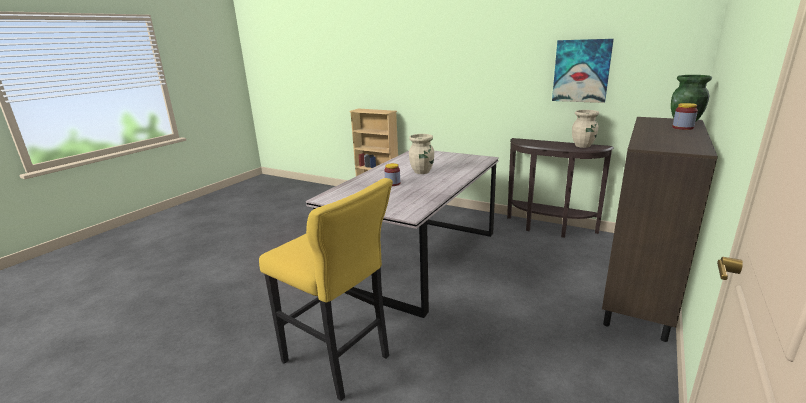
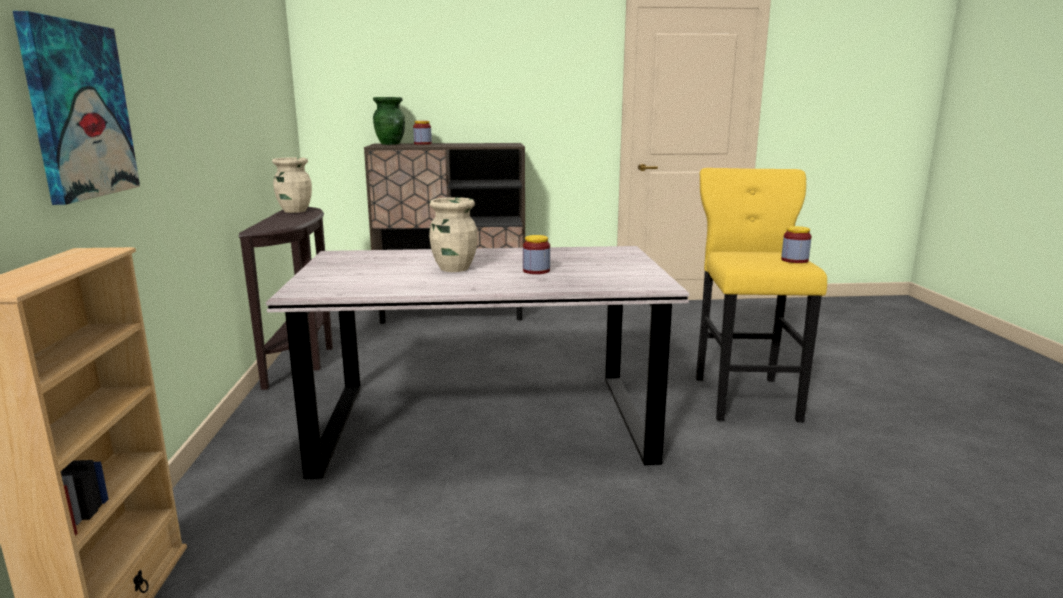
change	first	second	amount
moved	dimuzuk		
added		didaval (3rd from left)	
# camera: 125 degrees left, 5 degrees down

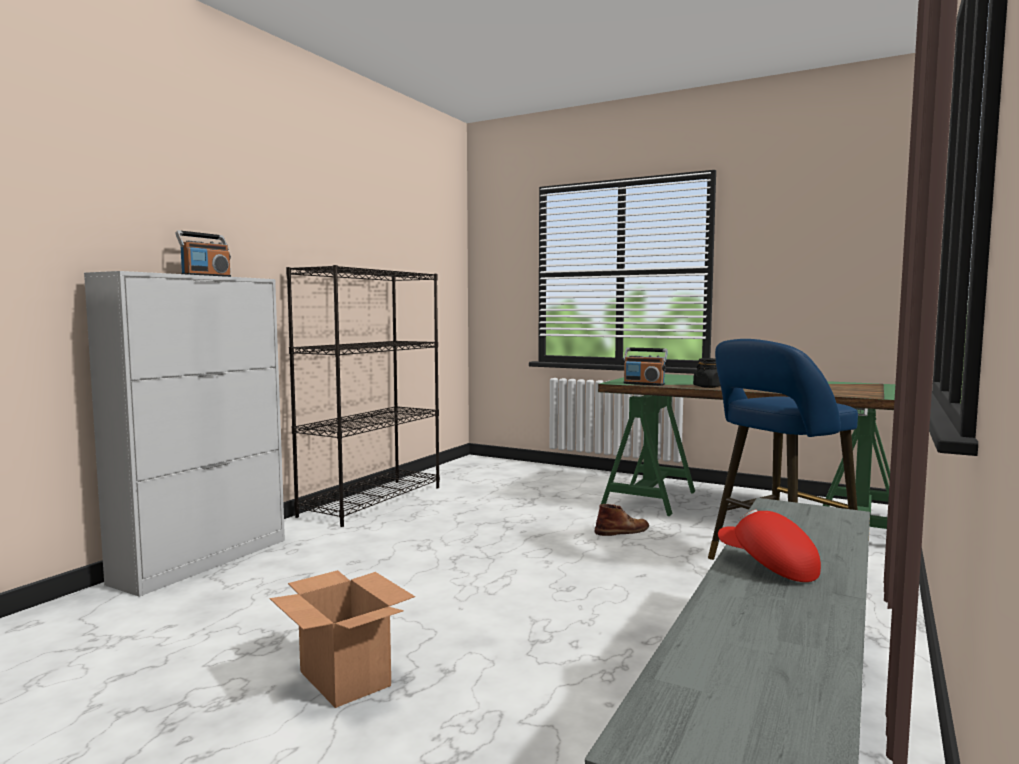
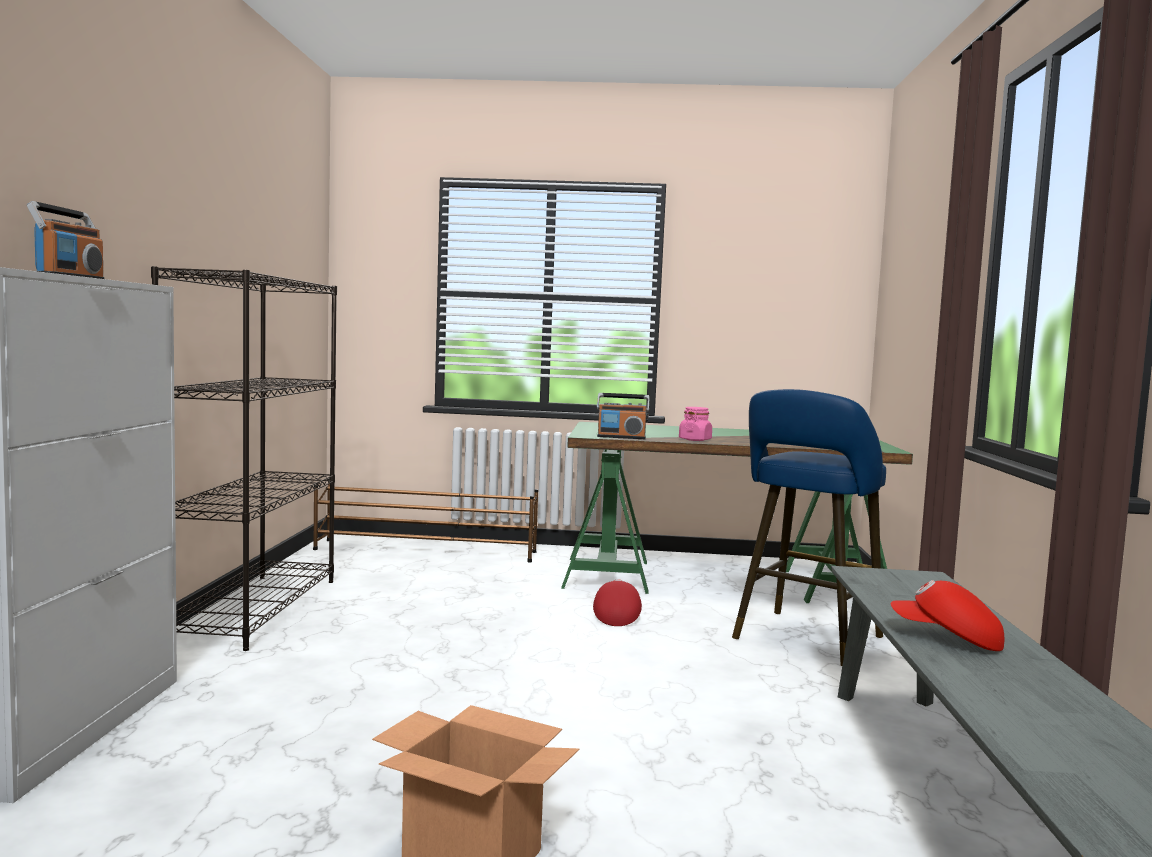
change	first	second	amount
added		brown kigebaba	
replaced	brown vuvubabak	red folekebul (1st from left)	
recoloured	black didaval	pink didaval	
# camera: 25 degrees left, 0 degrees up

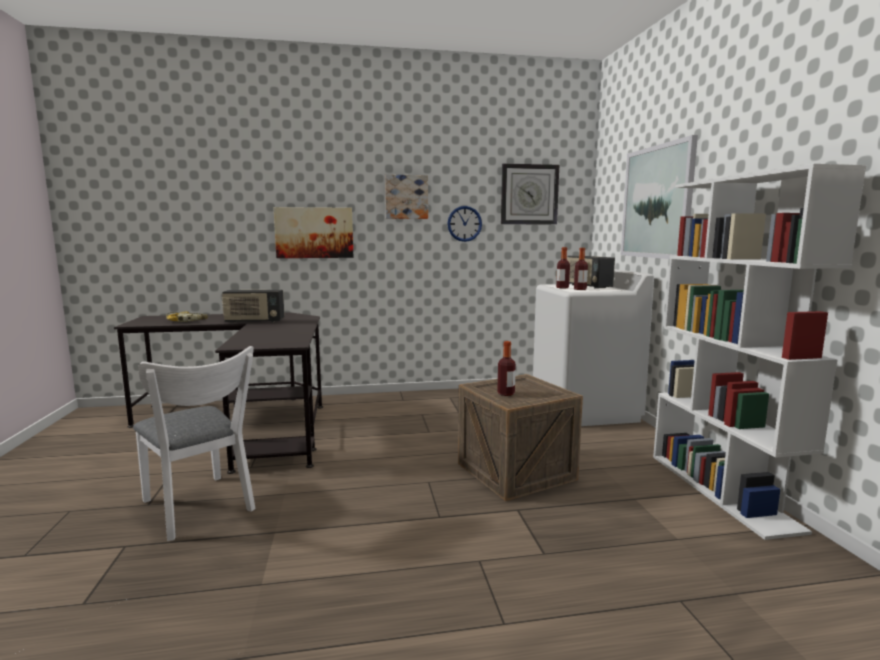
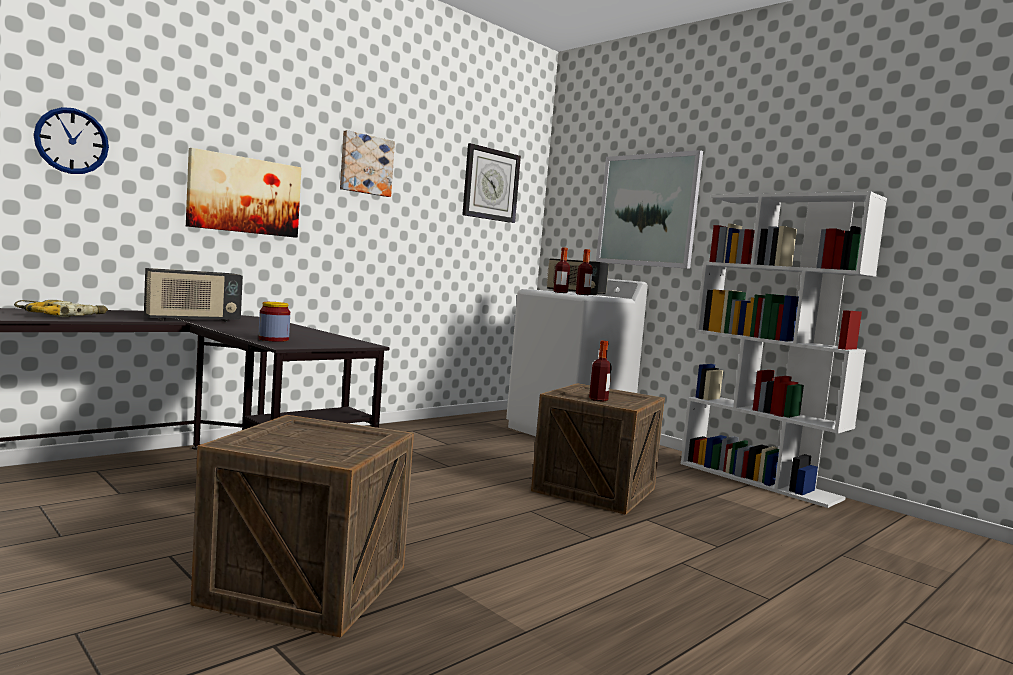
change	first	second	amount
moved	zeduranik (1st from left)		
replaced	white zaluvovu	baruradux (1st from left)	
added		didaval	
# camera: 35 degrees left, 5 degrees down

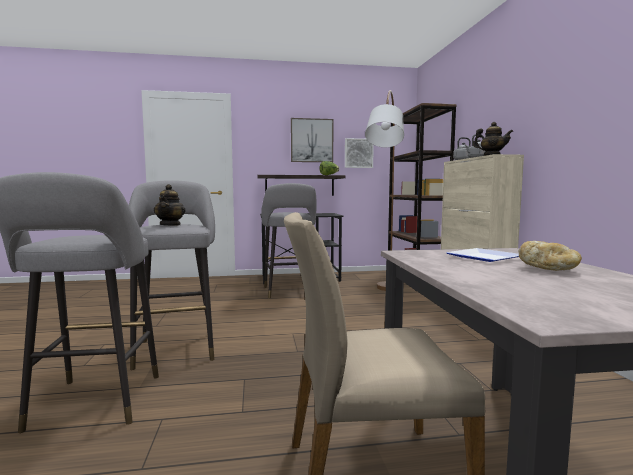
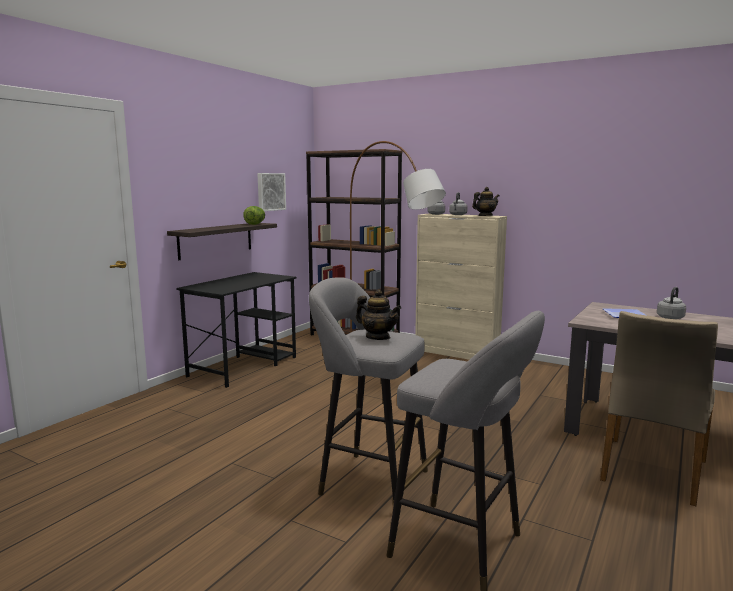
change	first	second	amount
replaced	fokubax	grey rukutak (3rd from left)	
removed	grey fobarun (3rd from left)		
removed	dimuzuk (1st from left)		
# camera: 50 degrees left, 5 degrees up

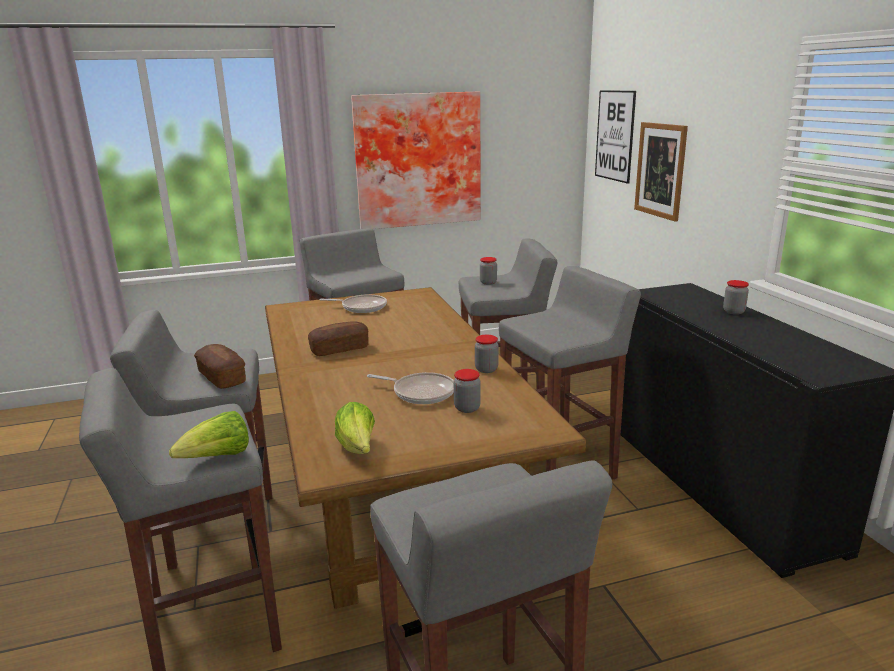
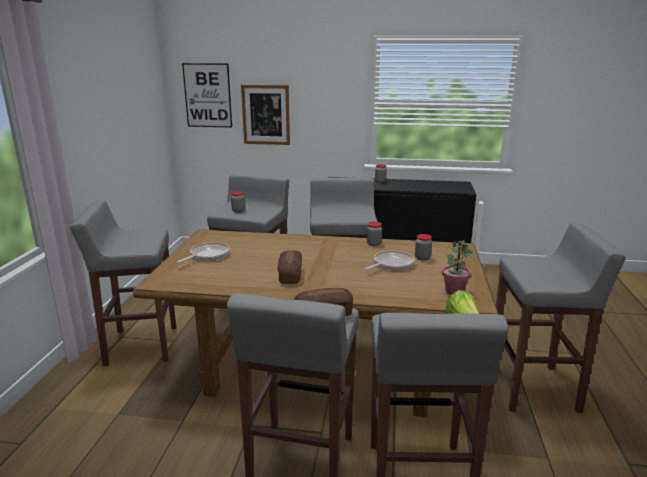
change	first	second	amount
replaced	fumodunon (2nd from left)	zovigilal	
removed	dimuzuk (1st from left)		
# camera: 65 degrees left, 0 degrees up

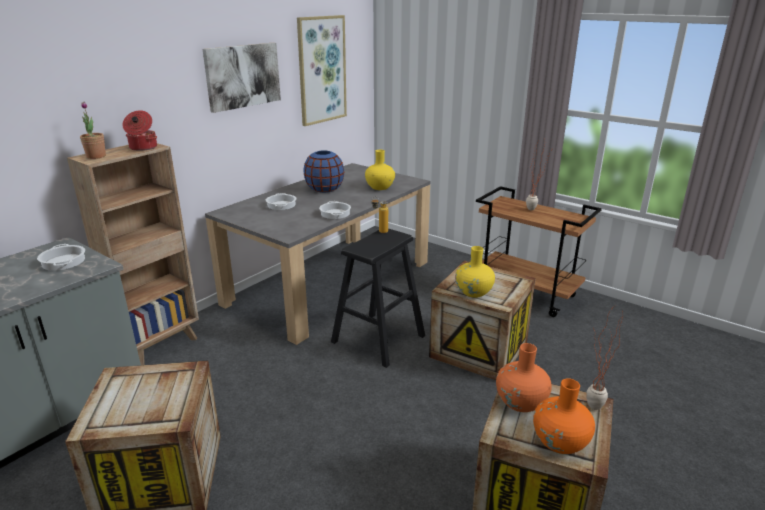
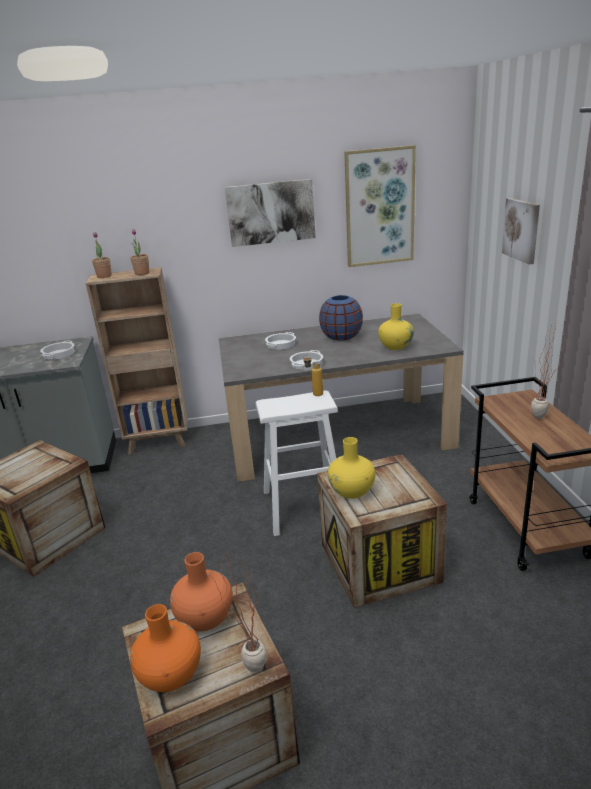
change	first	second	amount
replaced	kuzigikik (2nd from left)	zovigilal (2nd from left)	
recoloured	black fobarun	white fobarun	
added		dimuzuk (3rd from left)	
# camera: 45 degrees right, 0 degrees up

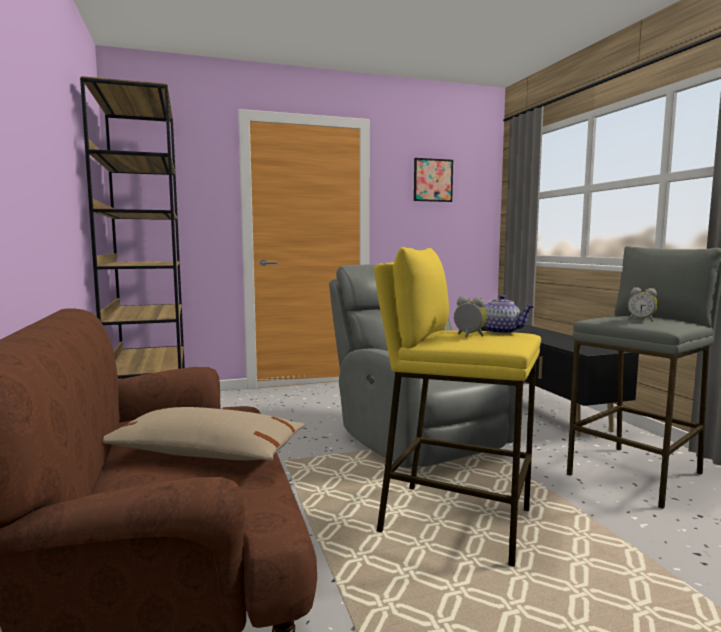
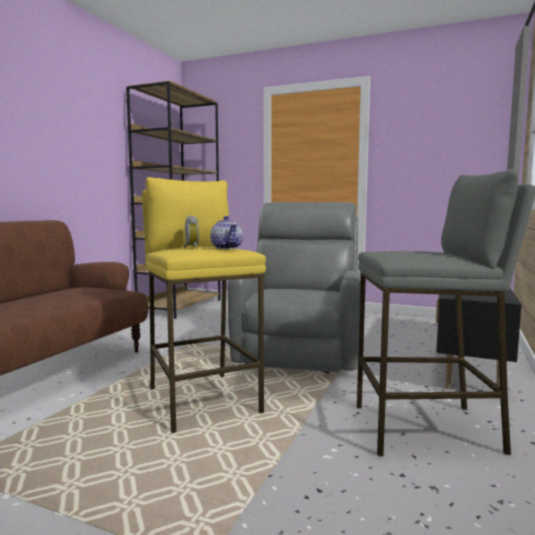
change	first	second	amount
removed	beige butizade		
removed	dimuzuk		
removed	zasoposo (2nd from left)		
# camera: 40 degrees right, 0 degrees up

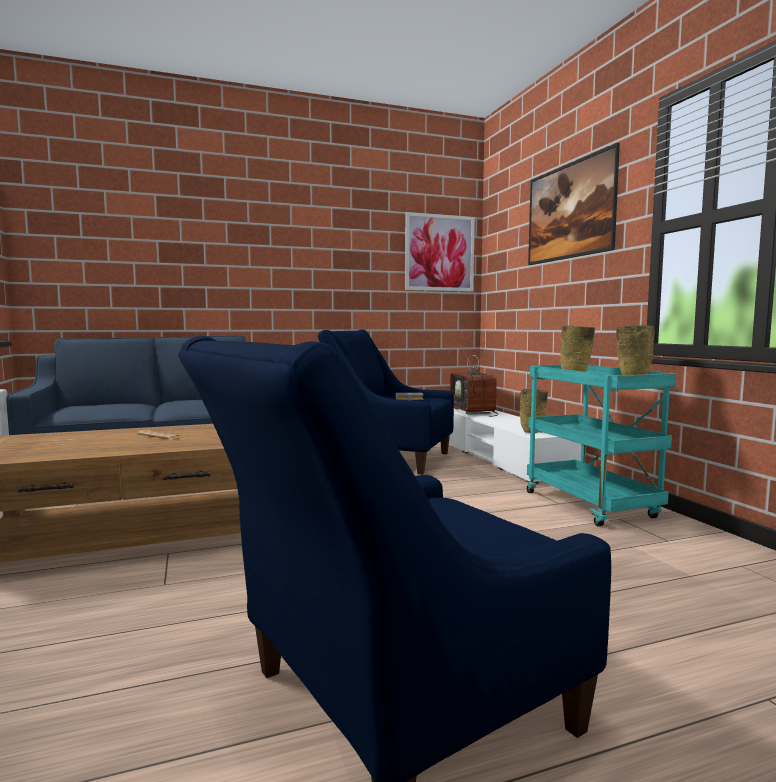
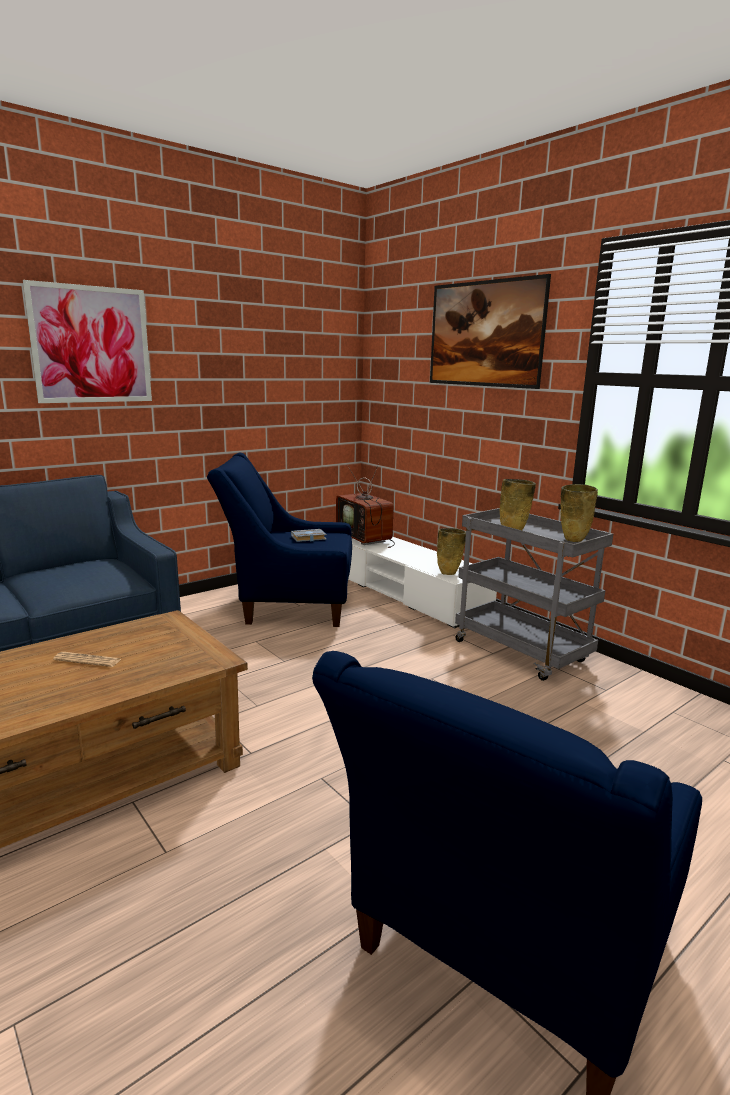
change	first	second	amount
moved	dimuzuk (1st from left)		
recoloured	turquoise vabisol	grey vabisol	
# camera: 20 degrees left, 10 degrees up

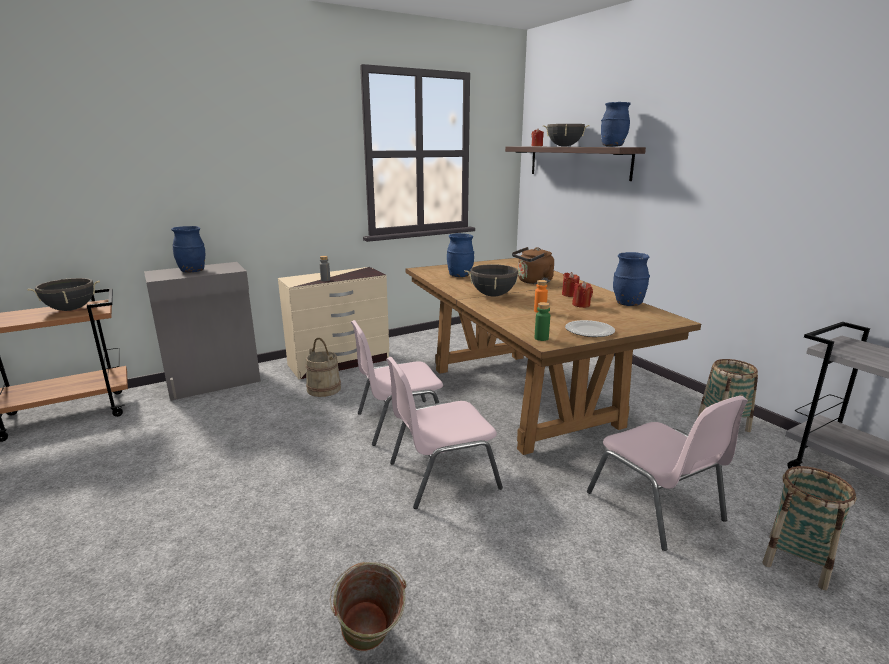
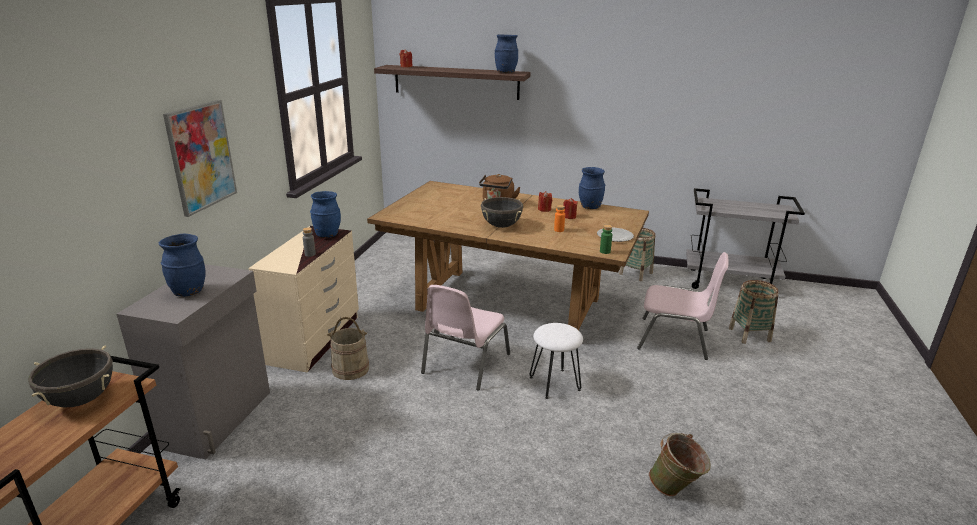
change	first	second	amount
added		dimuzuk	
moved	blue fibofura (2nd from left)		
replaced	pink zaluvovu (2nd from left)	white fobarun	
removed	black kuzigikik (3rd from left)		
# camera: 45 degrees left, 5 degrees up

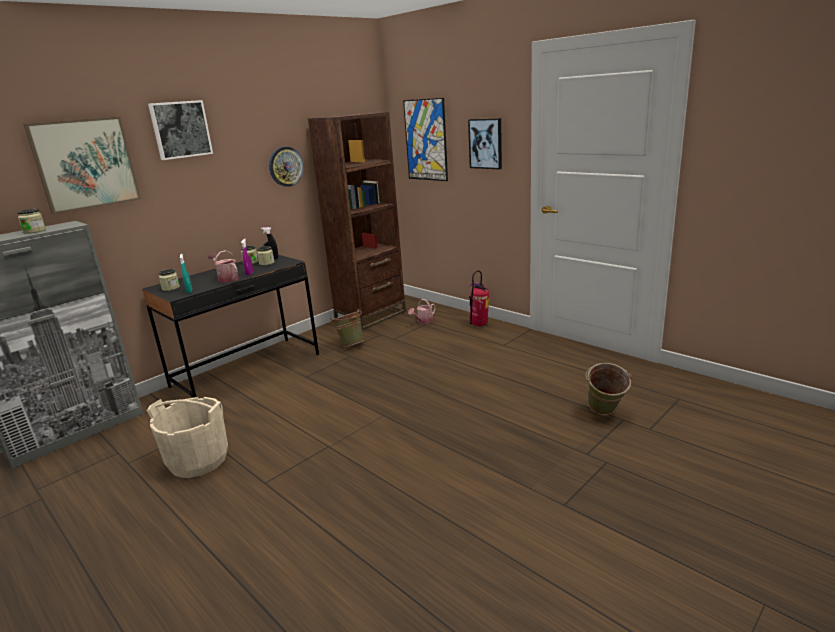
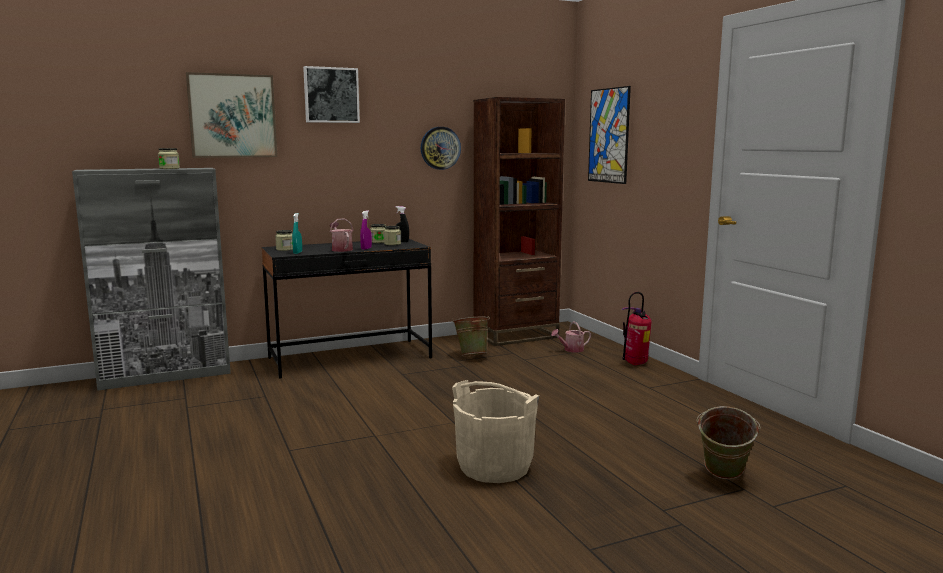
change	first	second	amount
moved	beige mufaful		
removed	dimuzuk (4th from left)		
# camera: 20 degrees right, 10 degrees down

